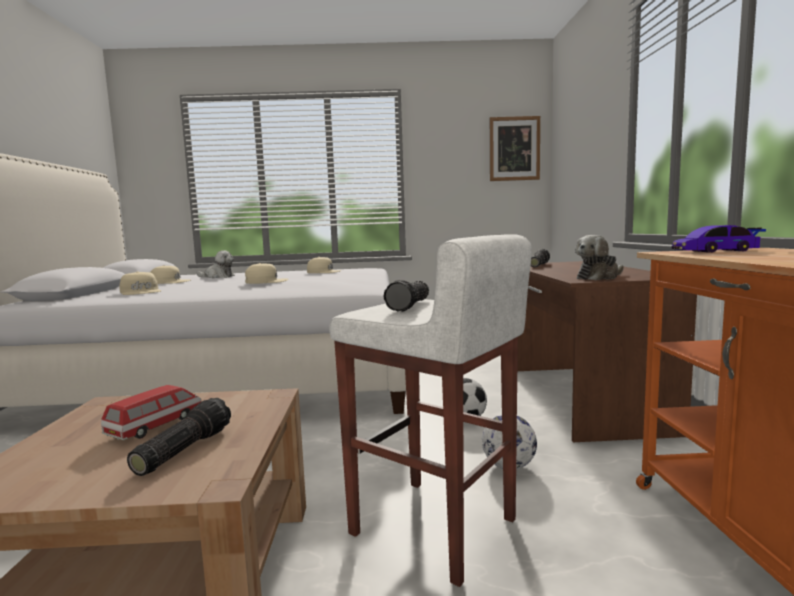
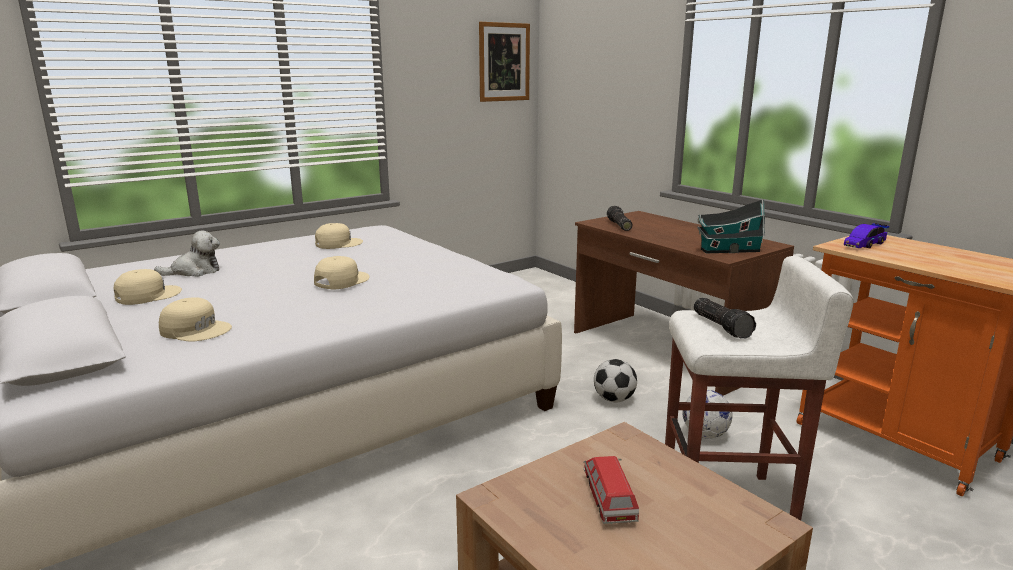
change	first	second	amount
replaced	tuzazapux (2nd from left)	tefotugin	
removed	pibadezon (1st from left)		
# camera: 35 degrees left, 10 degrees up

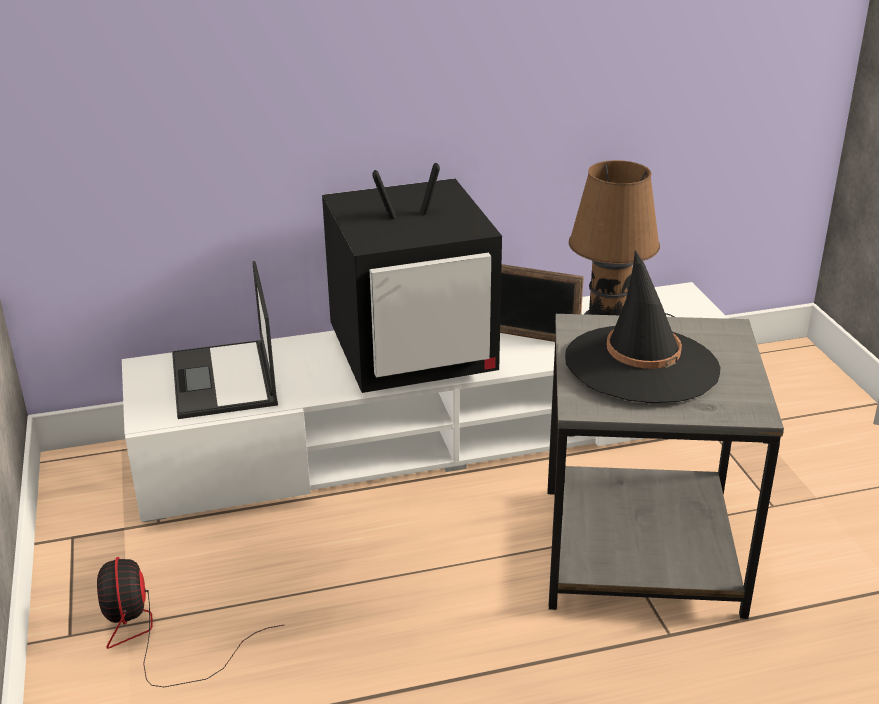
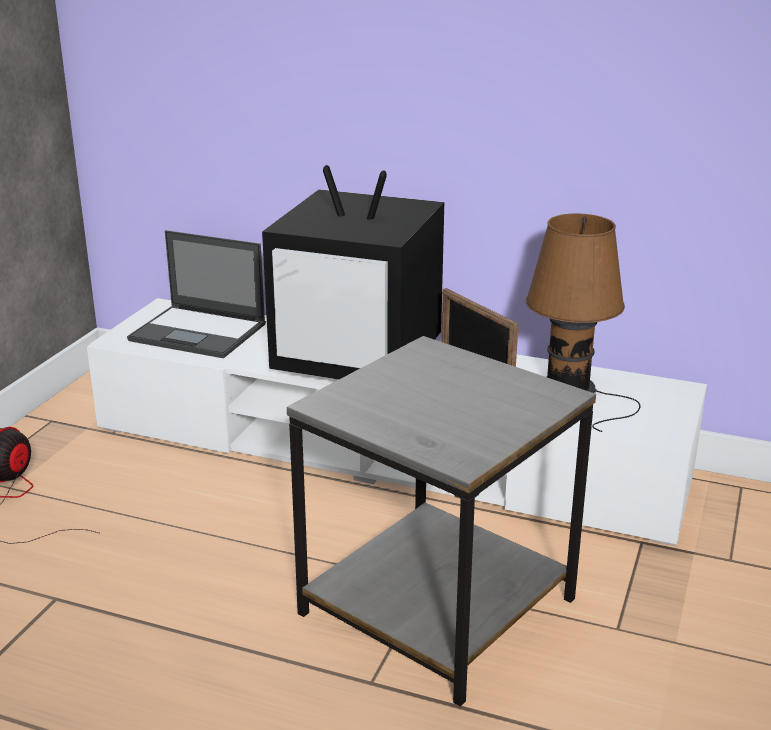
change	first	second	amount
turned	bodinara		90 degrees counterclockwise
removed	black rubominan		
# camera: 35 degrees right, 5 degrees down

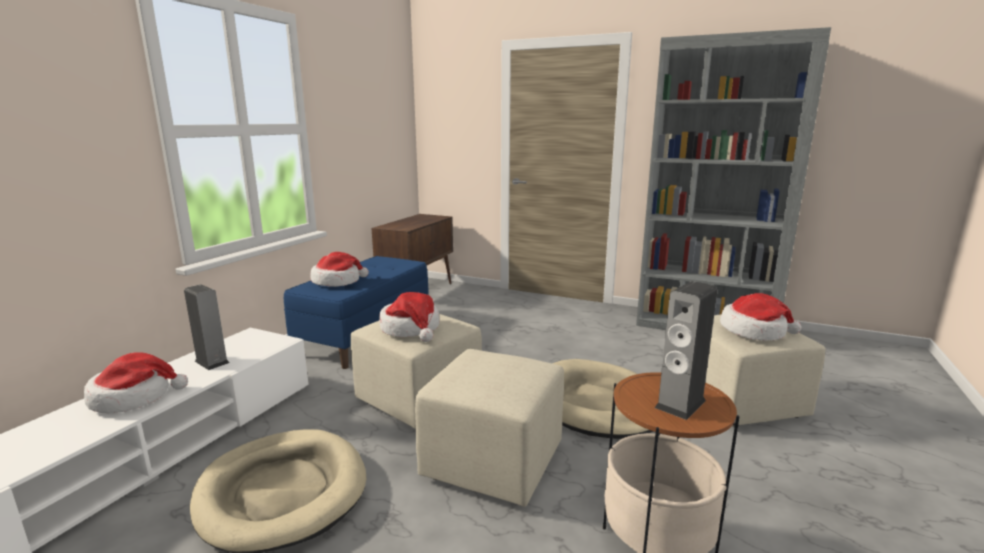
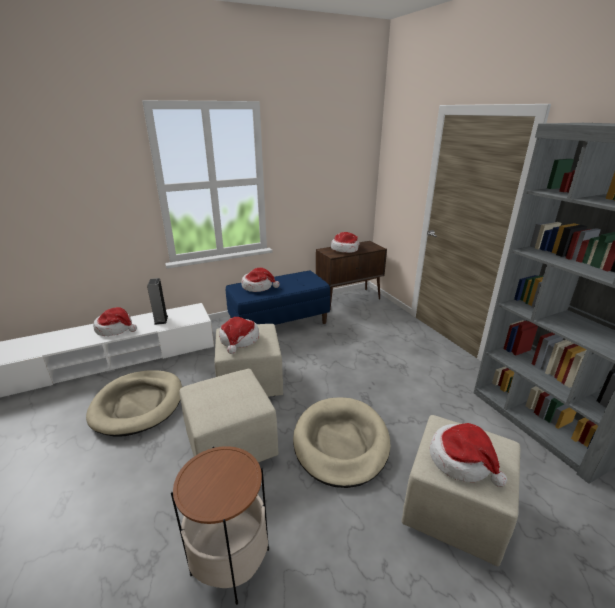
change	first	second	amount
added		rubominan (4th from left)	
removed	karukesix (2nd from left)		
# camera: 40 degrees right, 10 degrees up

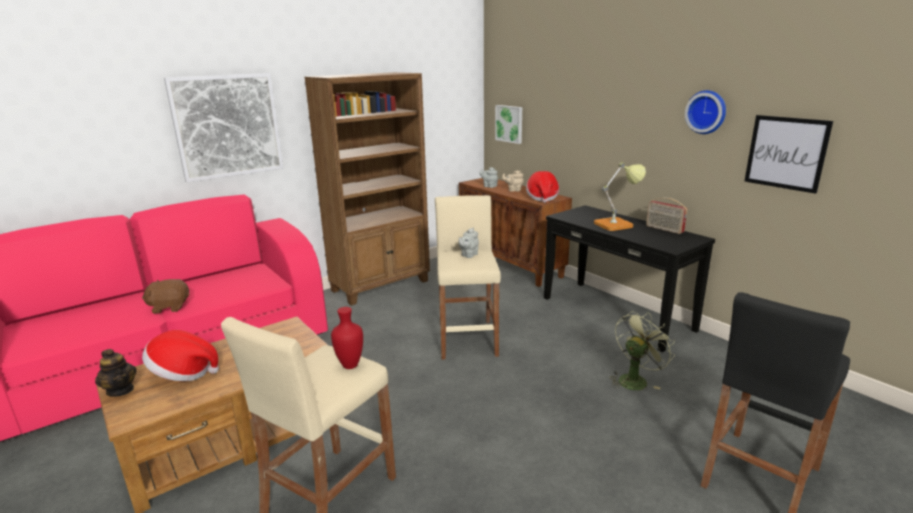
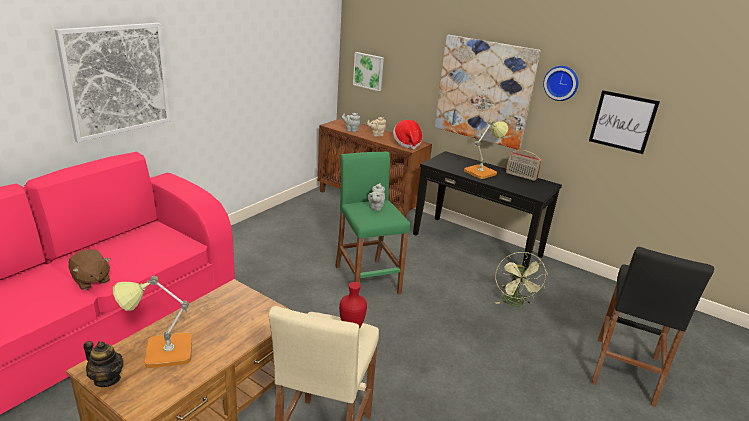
change	first	second	amount
turned	brown tuzazapux		105 degrees counterclockwise
replaced	rubominan (1st from left)	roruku (1st from left)	
recoloured	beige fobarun (2nd from left)	green fobarun	
added		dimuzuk (3rd from left)	
turned	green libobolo		150 degrees clockwise
removed	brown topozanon		
# camera: 20 degrees left, 5 degrees up

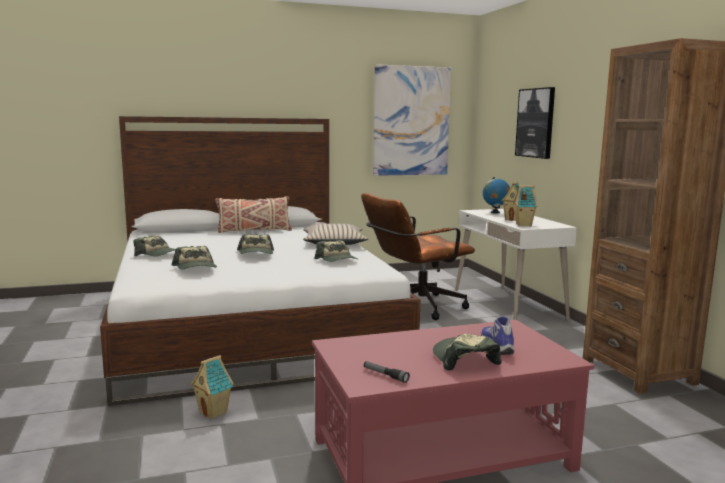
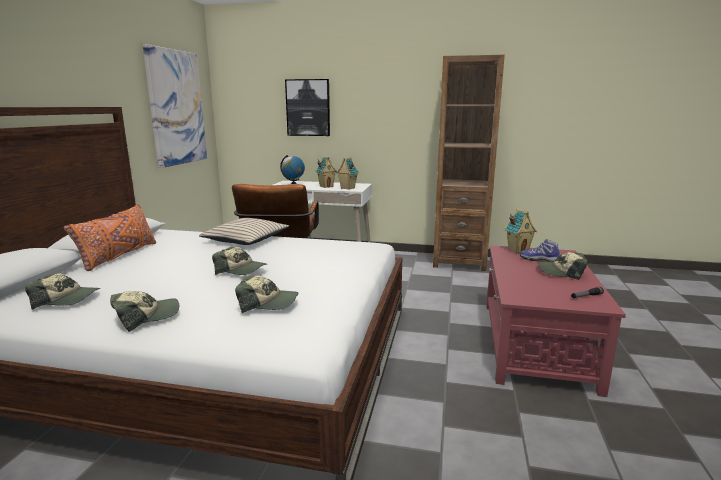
change	first	second	amount
moved	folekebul (4th from left in the first image)	folekebul (1st from left)	
recoloured	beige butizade (1st from left)	orange butizade	
moved	tefotugin (1st from left in the first image)	tefotugin (3rd from left)	
# camera: 60 degrees left, 5 degrees up

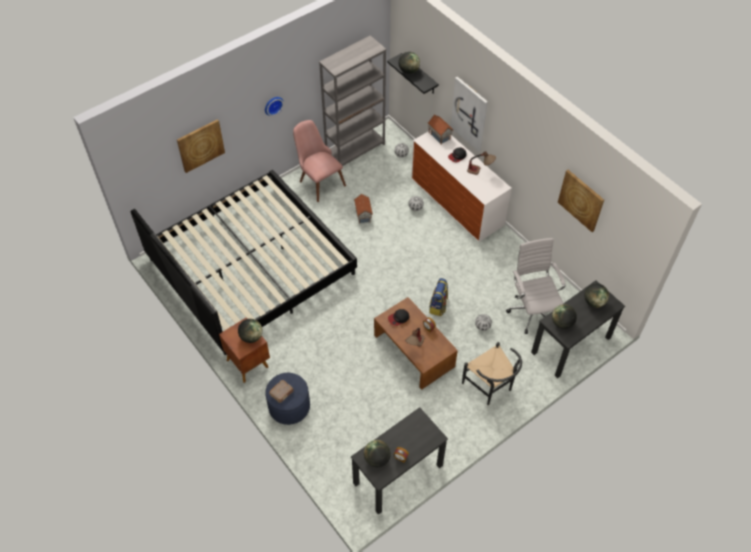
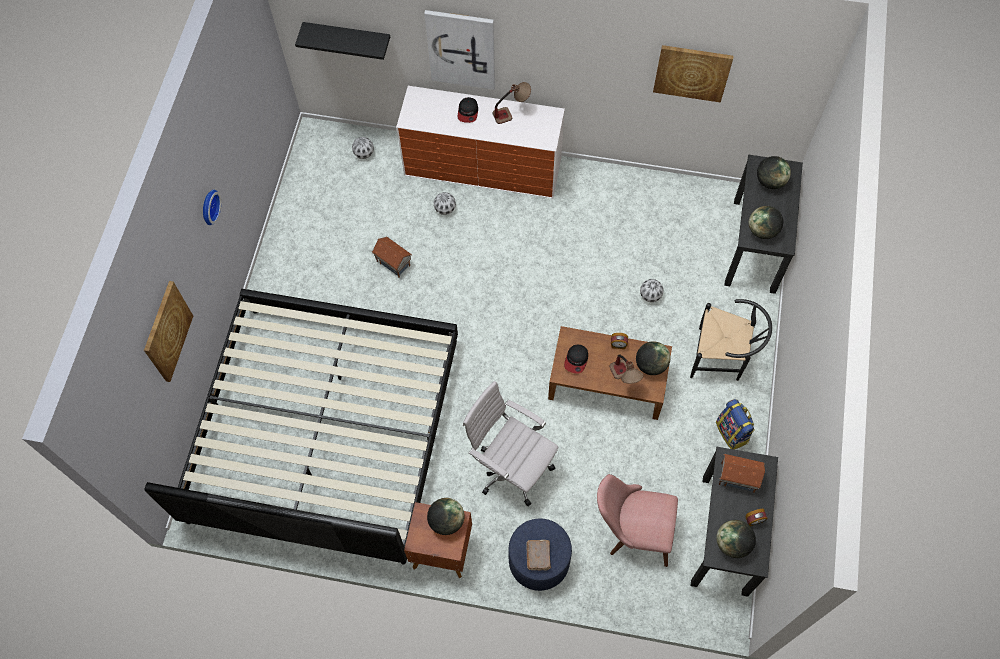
change	first	second	amount
moved	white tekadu		
moved	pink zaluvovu		
moved	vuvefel (3rd from left in the first image)	vuvefel (2nd from left)	
moved	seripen		
moved	tefotugin (2nd from left)		
removed	grey topozanon		
# camera: 40 degrees left, 10 degrees up

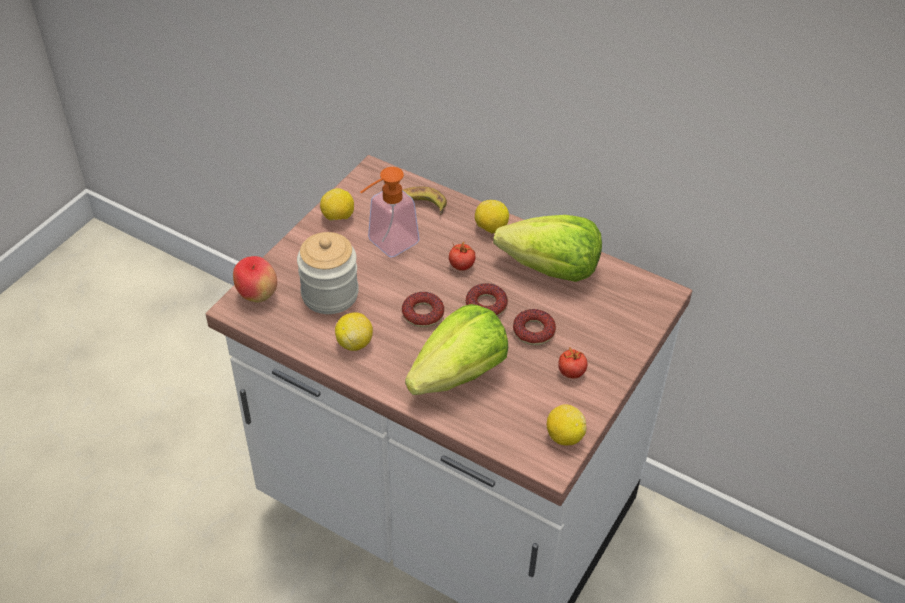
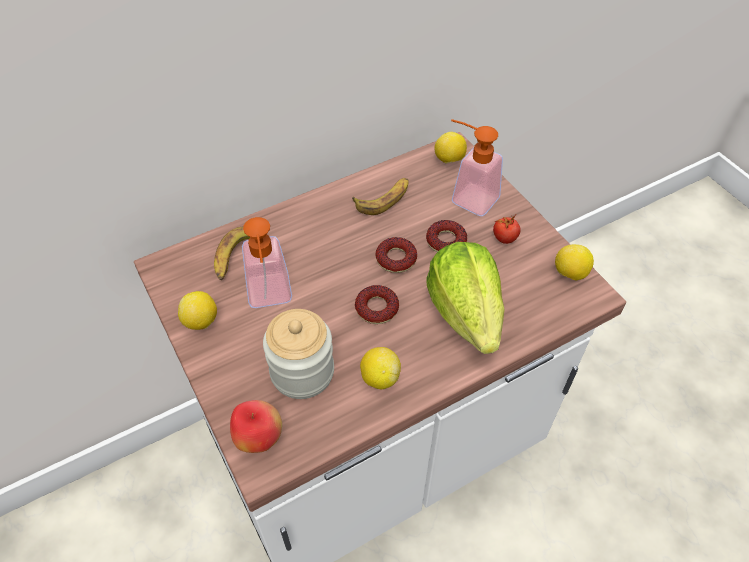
change	first	second	amount
replaced	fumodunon (2nd from left)	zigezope (2nd from left)	
moved	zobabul (3rd from left)		
added		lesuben (2nd from left)	
removed	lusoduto (1st from left)		
# camera: 60 degrees left, 5 degrees up

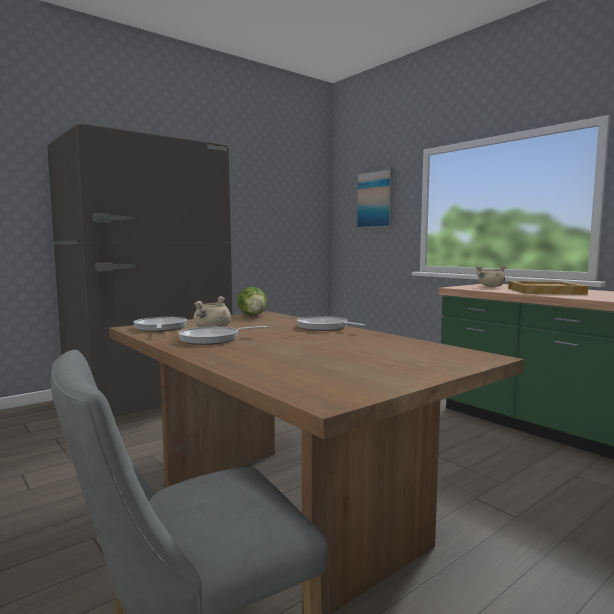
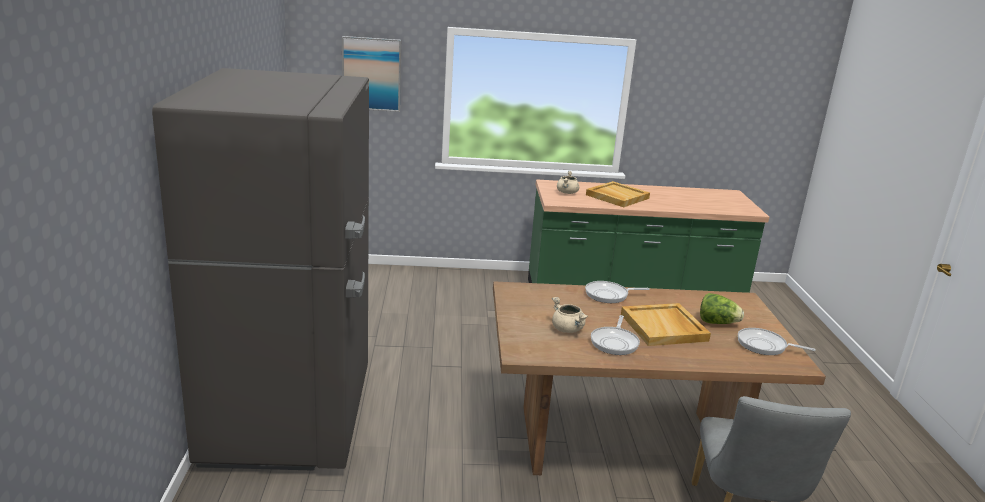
change	first	second	amount
added		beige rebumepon (2nd from left)	
moved	fumodunon		
moved	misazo (1st from left in the first image)	misazo (3rd from left)	
# camera: 55 degrees left, 15 degrees up

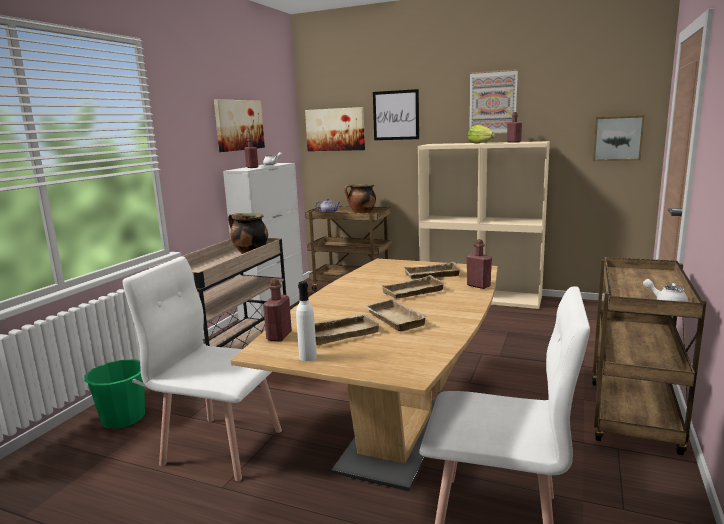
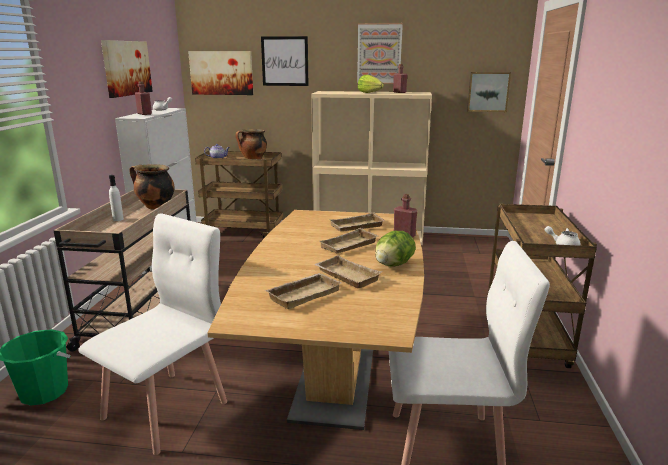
change	first	second	amount
turned	white zaluvovu (1st from left)		120 degrees clockwise
moved	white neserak		
added		fumodunon (2nd from left)	
removed	red neserak (2nd from left)		
# camera: 15 degrees left, 5 degrees up

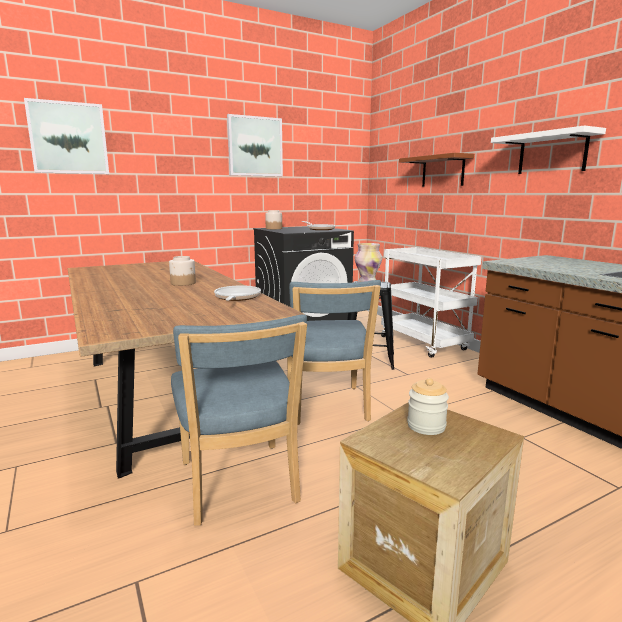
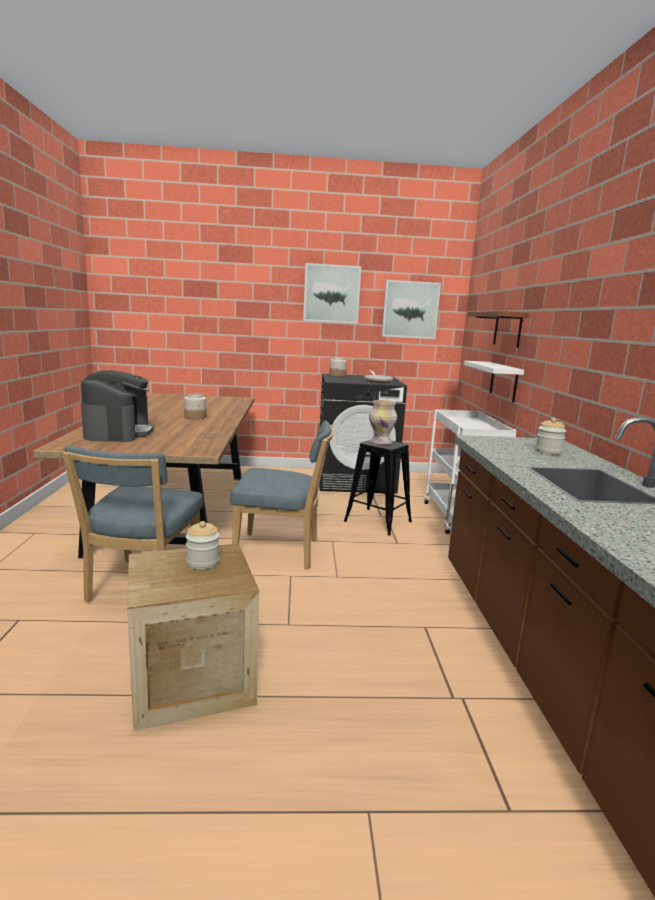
change	first	second	amount
added		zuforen	
turned	blue zaluvovu (2nd from left)		105 degrees counterclockwise
moved	dimuzuk (1st from left in the first image)	dimuzuk (2nd from left)	
moved	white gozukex		
added		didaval (4th from left)	
removed	misazo (1st from left)		
# camera: 25 degrees right, 0 degrees up

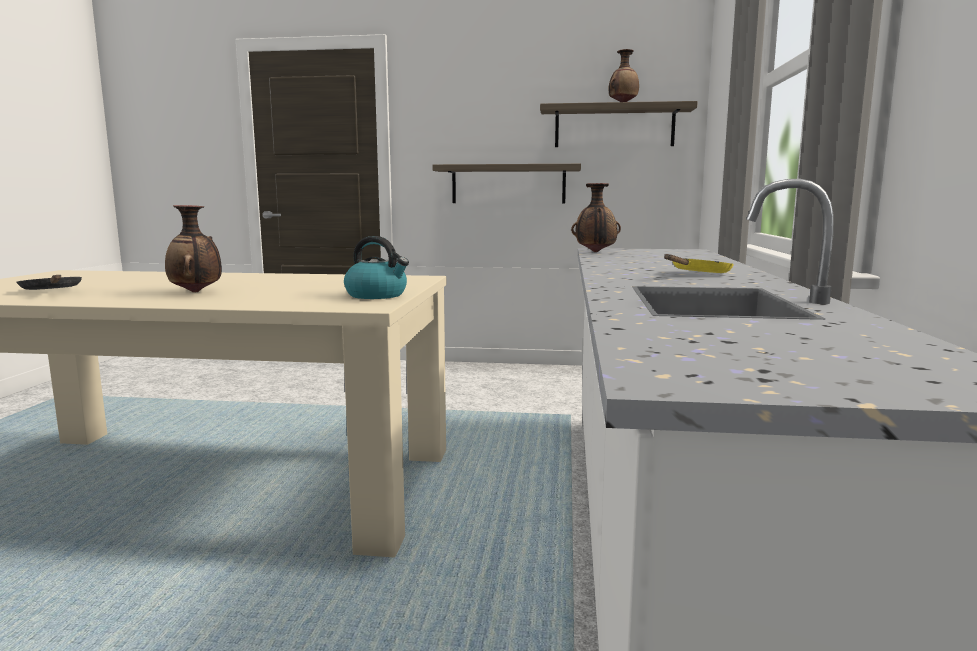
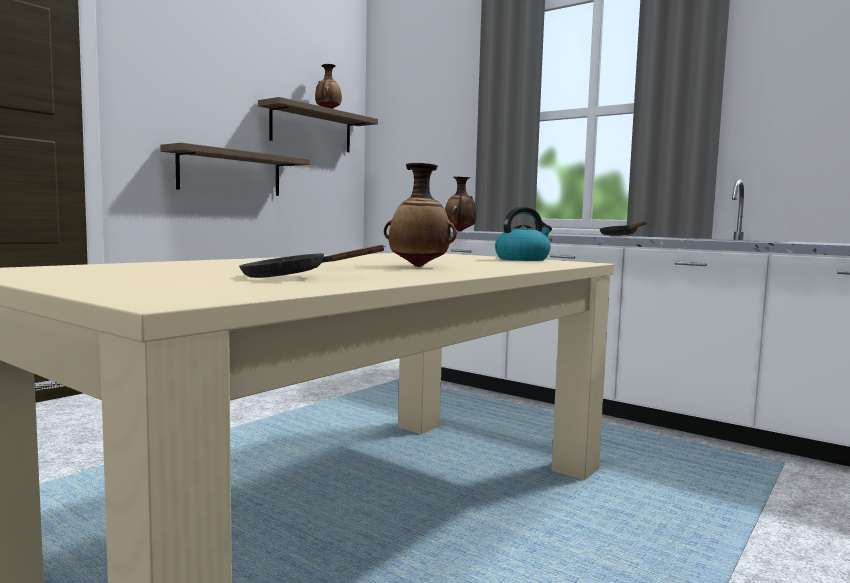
change	first	second	amount
recoloured	yellow misazo	black misazo (2nd from left)	
# camera: 60 degrees left, 5 degrees down

